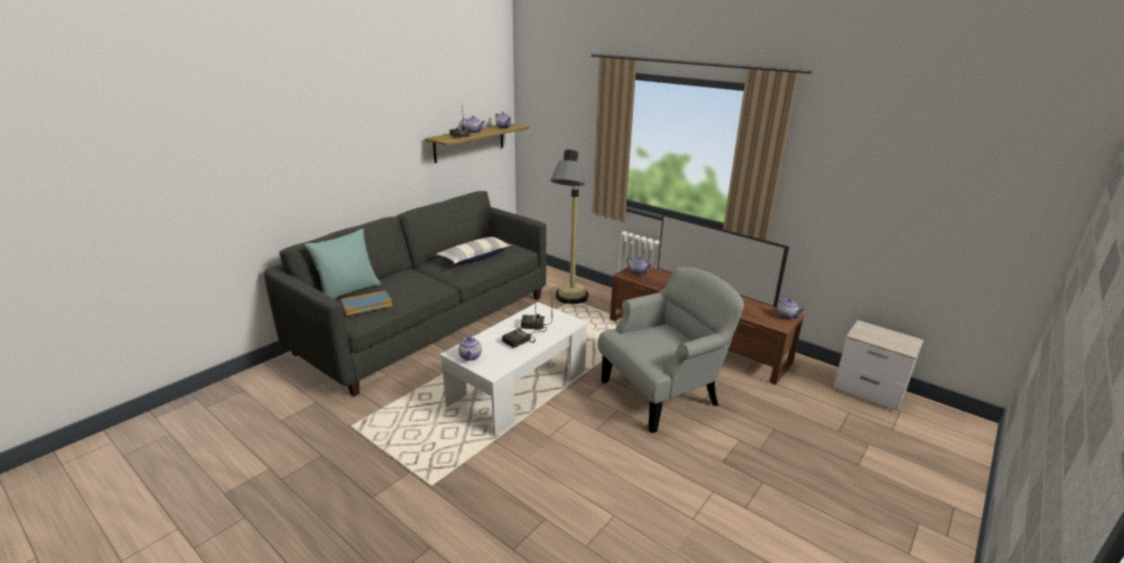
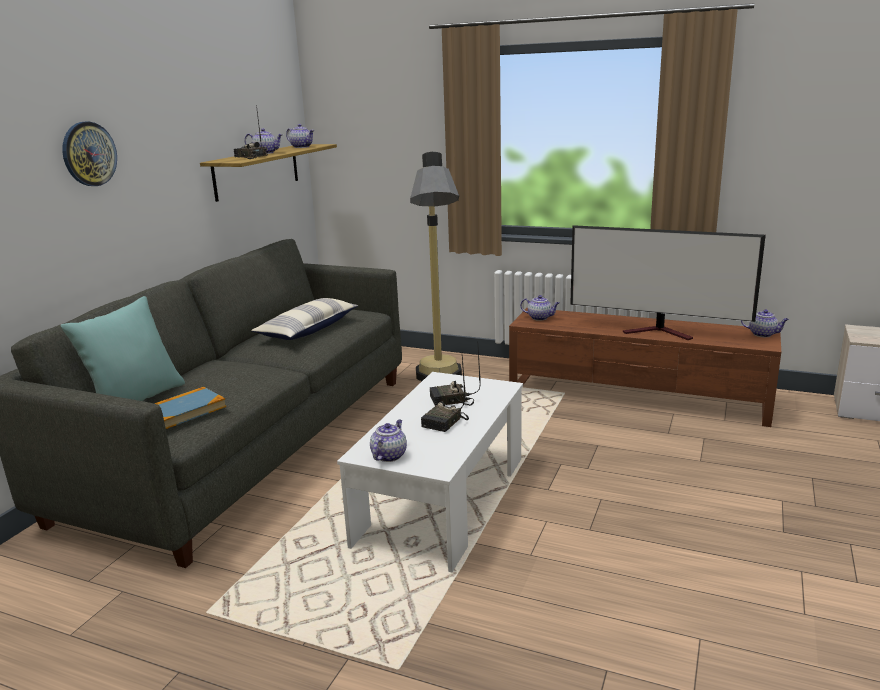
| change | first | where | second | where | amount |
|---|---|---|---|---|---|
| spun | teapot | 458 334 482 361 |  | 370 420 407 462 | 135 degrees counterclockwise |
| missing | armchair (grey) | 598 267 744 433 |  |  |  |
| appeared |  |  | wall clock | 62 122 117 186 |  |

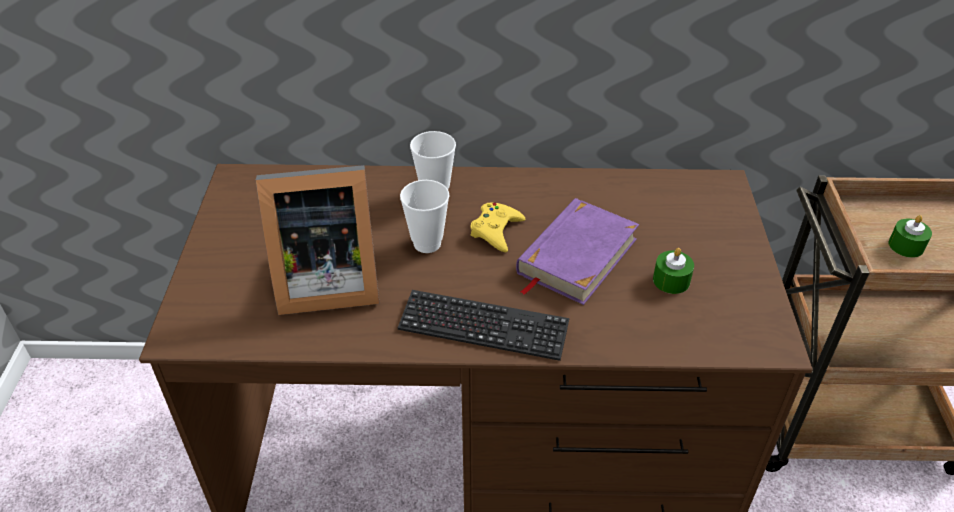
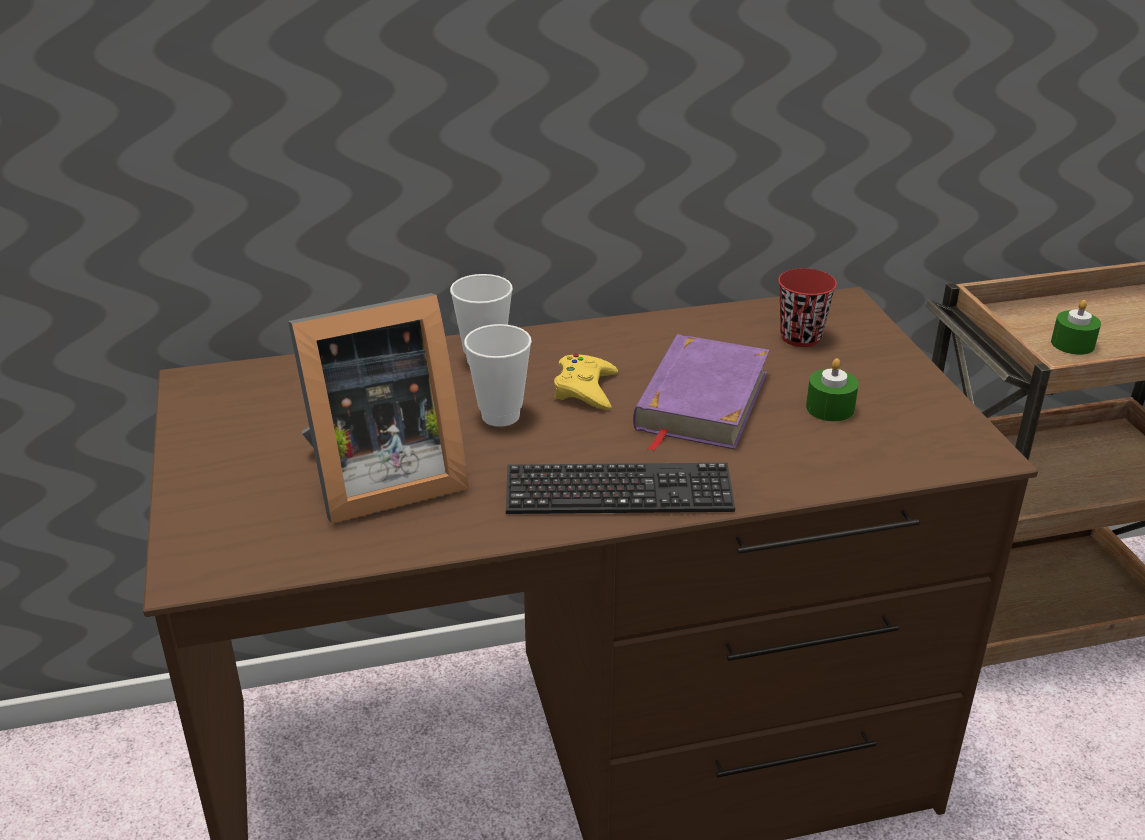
| change | first | where | second | where | amount |
|---|---|---|---|---|---|
| appeared |  |  | cup (red) | 778 268 837 347 |  |

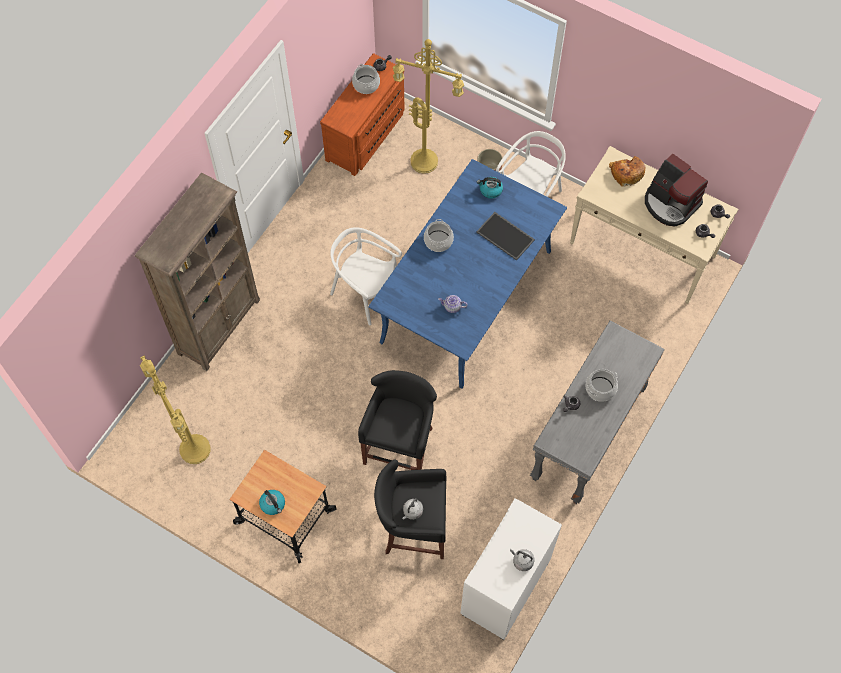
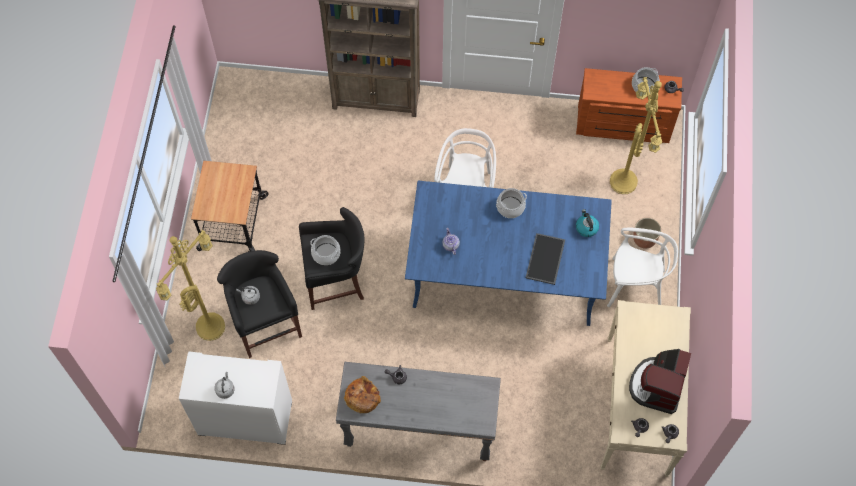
| change | first | where | second | where | amount |
|---|---|---|---|---|---|
| relocated | floor lamp (yellow) | 140 356 211 464 |  | 156 230 225 341 |  |
| missing | kettle | 259 490 285 515 |  |  |  |
| relocated | cooking pot | 586 369 618 402 |  | 310 235 341 265 |  |
| relocated | bread | 609 156 646 187 |  | 344 376 381 414 |  |

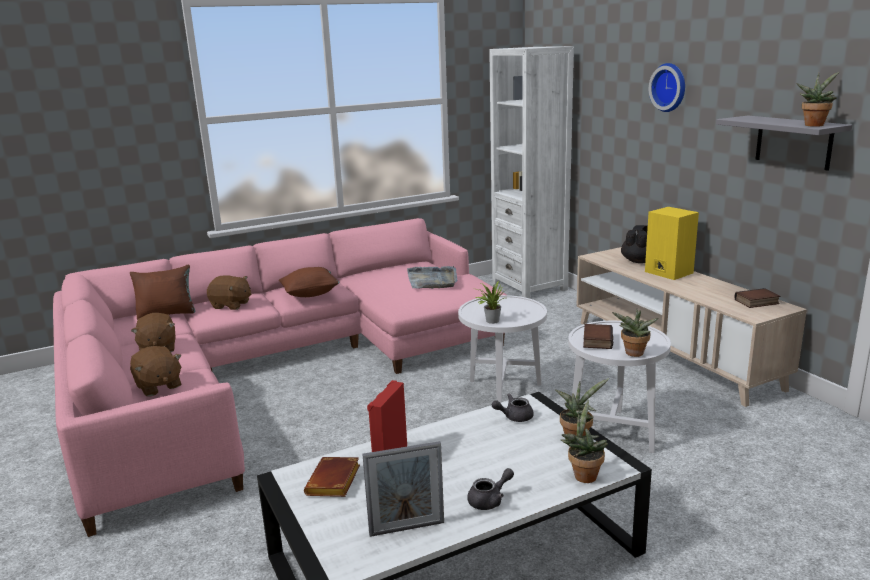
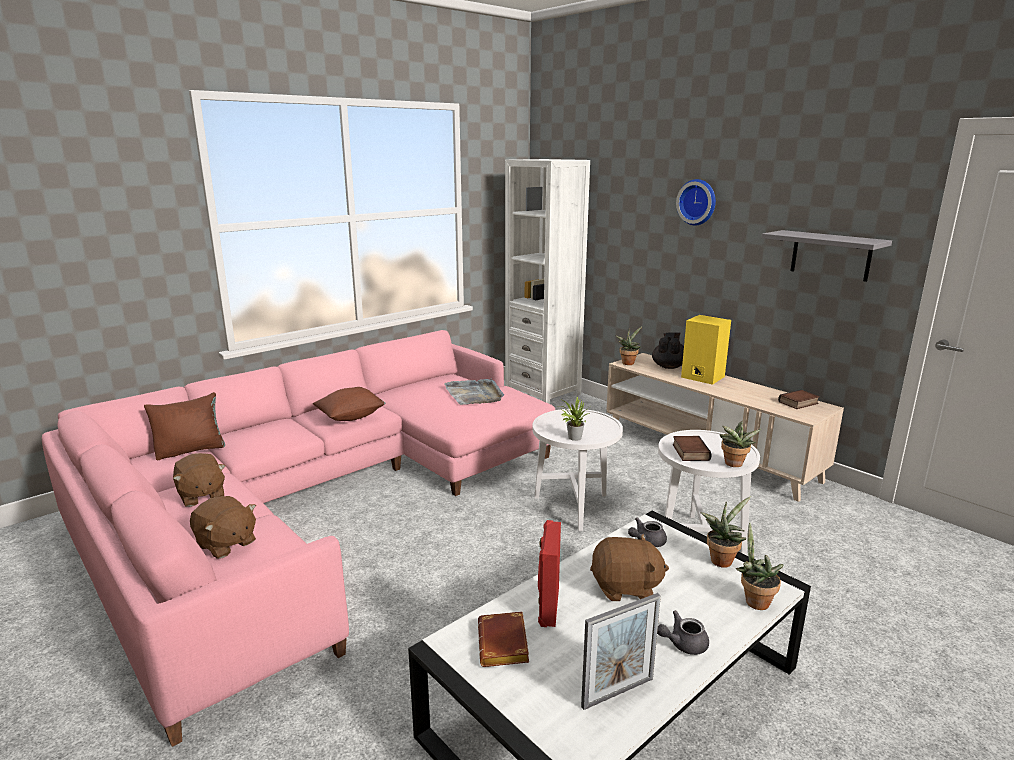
| change | first | where | second | where | amount |
|---|---|---|---|---|---|
| relocated | plush toy (brown) | 207 275 252 310 |  | 590 534 669 601 |  |
| spun | teapot (grey) | 467 468 514 510 |  | 657 610 709 655 | 150 degrees counterclockwise |
| relocated | potted plant | 796 72 839 127 |  | 615 327 642 365 |  |

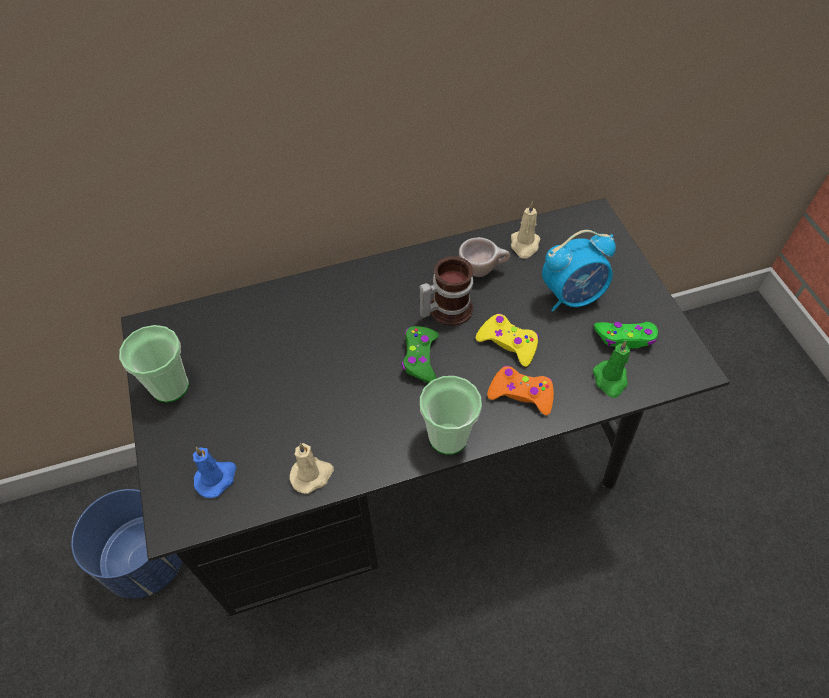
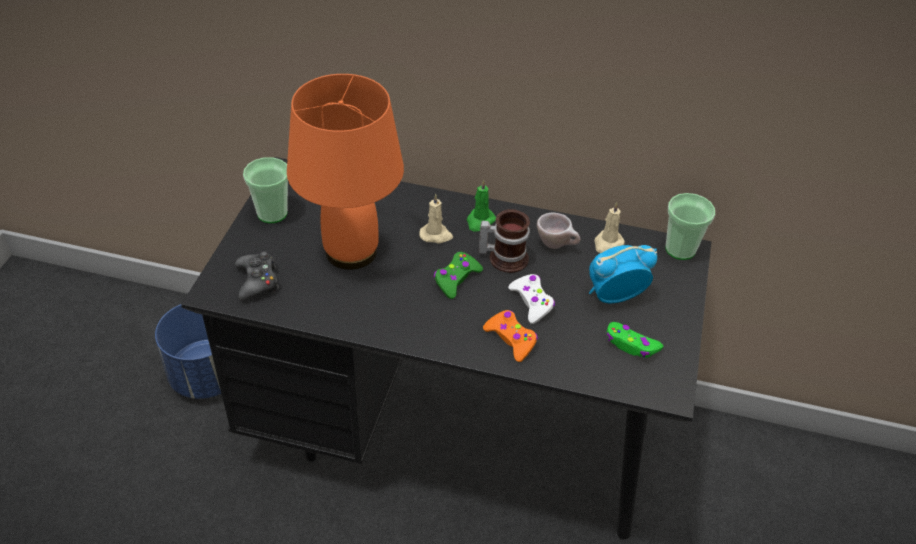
| change | first | where | second | where | amount |
|---|---|---|---|---|---|
| exchanged | candle (blue) | 193 447 236 498 | game controller (black) | 235 251 279 301 |  |
| relocated | candle (beige) | 289 443 334 494 |  | 419 194 453 244 |  |
| relocated | cup | 420 376 482 455 |  | 665 193 715 260 |  |
| colour | game controller (yellow) | 476 313 539 367 | game controller (white) | 508 274 555 324 |  |
| spun | alarm clock | 542 230 616 311 |  | 589 245 657 303 | 150 degrees clockwise |
| relocated | candle (green) | 593 340 630 398 |  | 467 179 496 232 |  |
| appeared |  |  | table lamp (orange) | 287 74 404 270 |  |

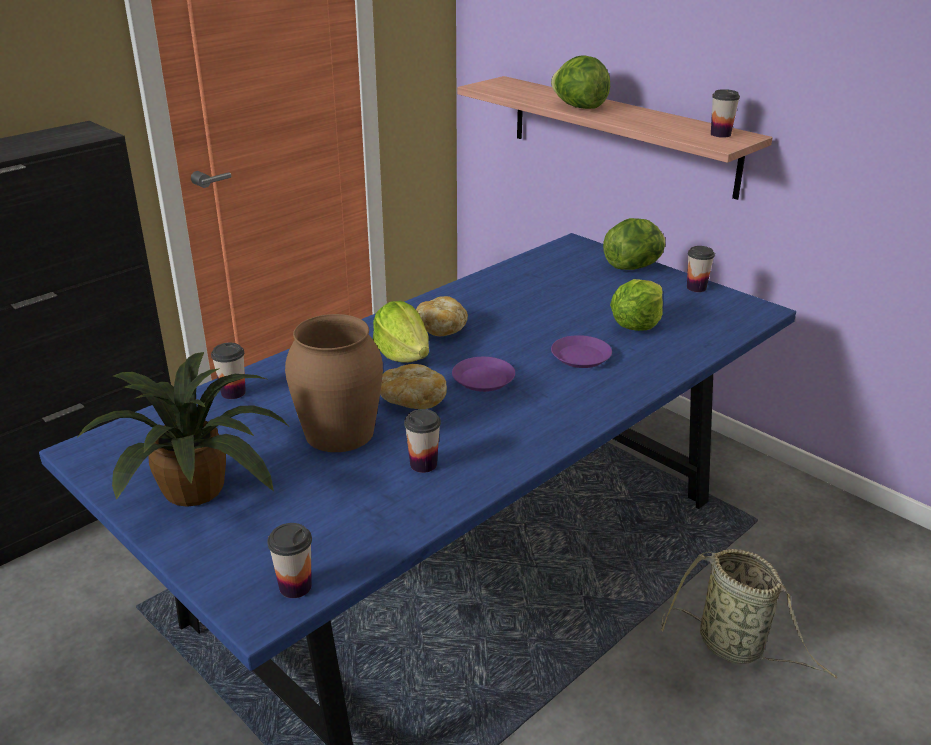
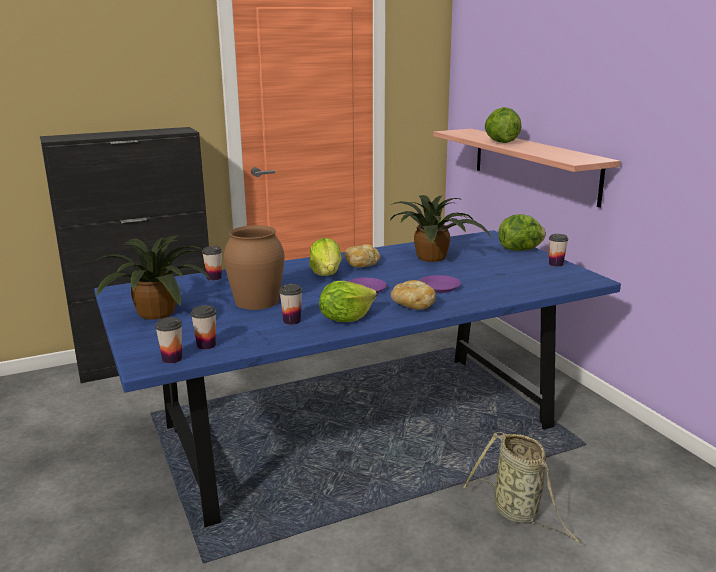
| change | first | where | second | where | amount |
|---|---|---|---|---|---|
| relocated | bread | 380 364 447 409 |  | 391 280 436 310 |  |
| relocated | lettuce | 610 279 663 331 |  | 319 281 377 322 |  |
| relocated | cup | 711 89 740 138 |  | 191 305 216 350 |  |
| appeared |  |  | potted plant | 390 195 492 262 |  |

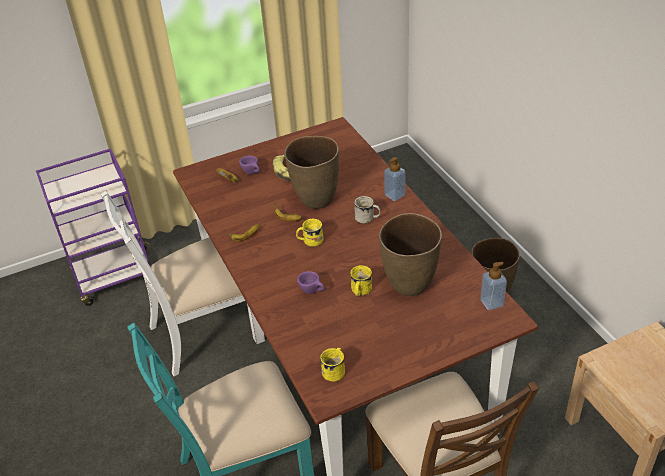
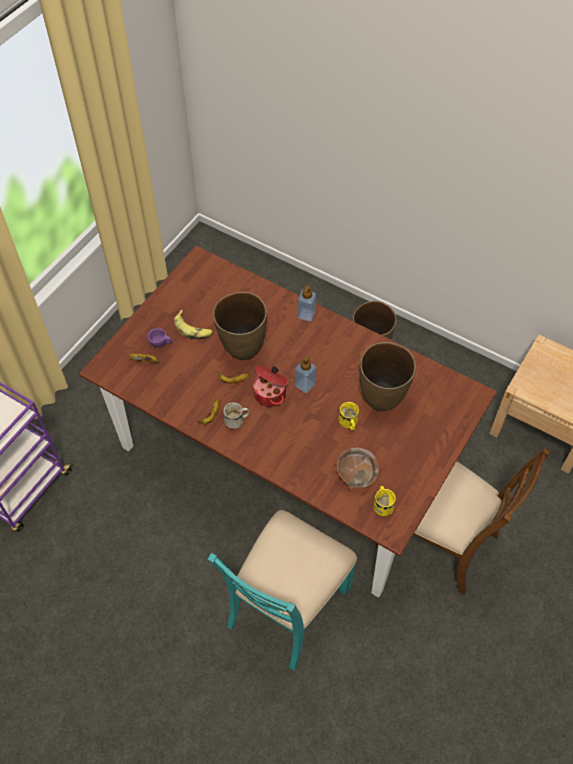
| change | first | where | second | where | amount |
|---|---|---|---|---|---|
| missing | chair (white) | 100 191 265 376 |  |  |  |
| exchanged | mug (yellow) | 296 219 323 247 | cooking pot | 253 365 288 407 |  |
| missing | cup (purple) | 297 271 325 294 |  |  |  |
| relocated | mug (white) | 354 196 381 223 |  | 223 402 250 429 |  |
| relocated | soap dispenser | 480 262 507 310 |  | 295 354 316 393 |  |
| appeared |  |  | bowl (brown) | 336 448 379 489 |  |

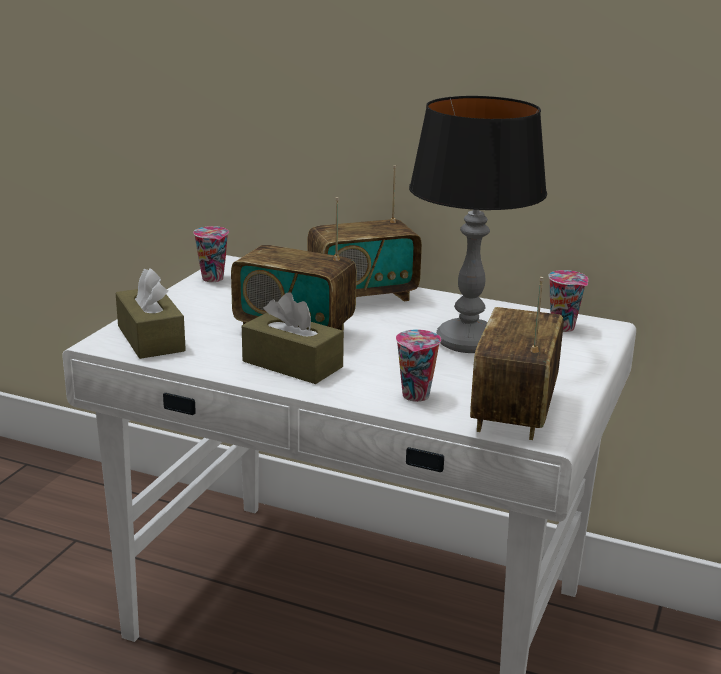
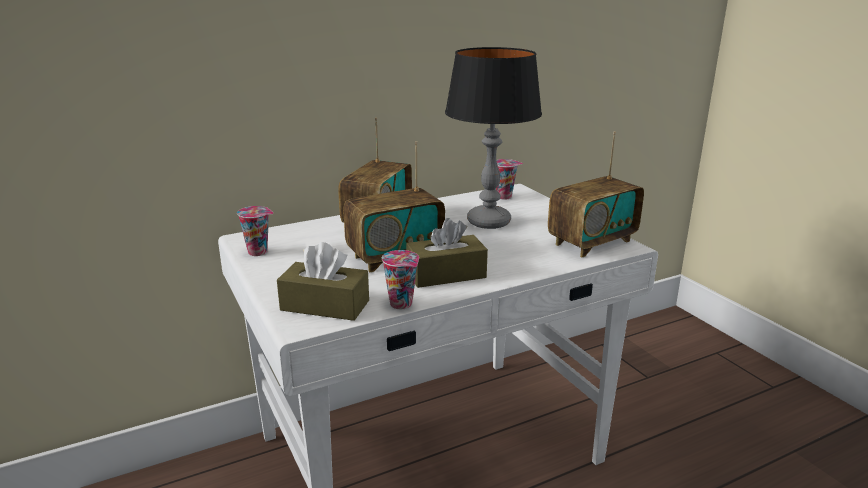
| change | first | where | second | where | amount |
|---|---|---|---|---|---|
| relocated | cup | 396 329 441 402 |  | 382 250 419 309 |  |
| spun | radio | 470 277 564 440 |  | 548 132 644 257 | 90 degrees counterclockwise |

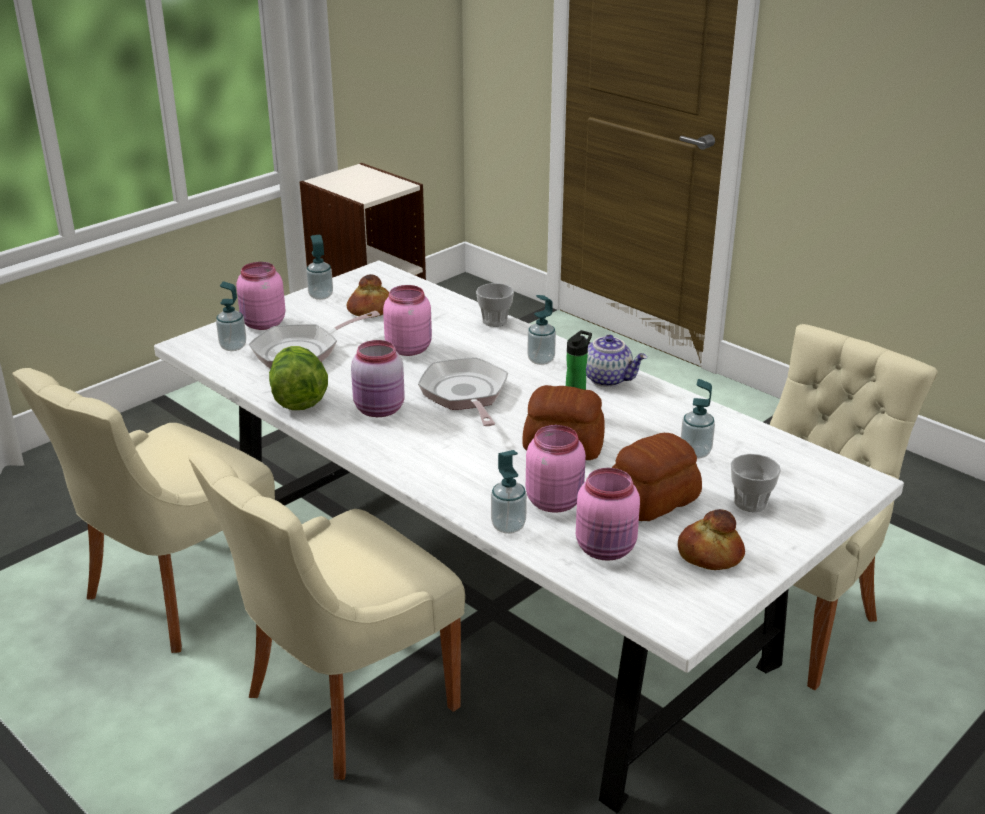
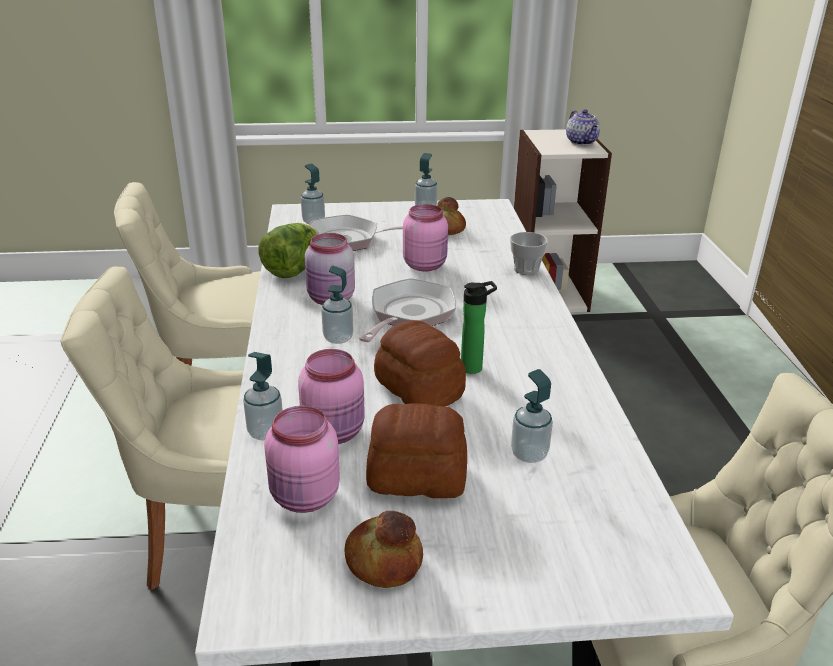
| change | first | where | second | where | amount |
|---|---|---|---|---|---|
| missing | jar (pink) | 236 262 285 330 |  |  |  |
| relocated | soap dispenser | 527 295 556 365 |  | 321 266 353 344 |  |
| relocated | teapot | 580 335 647 387 |  | 566 109 600 146 |  |
| missing | cup | 731 454 781 512 |  |  |  |

